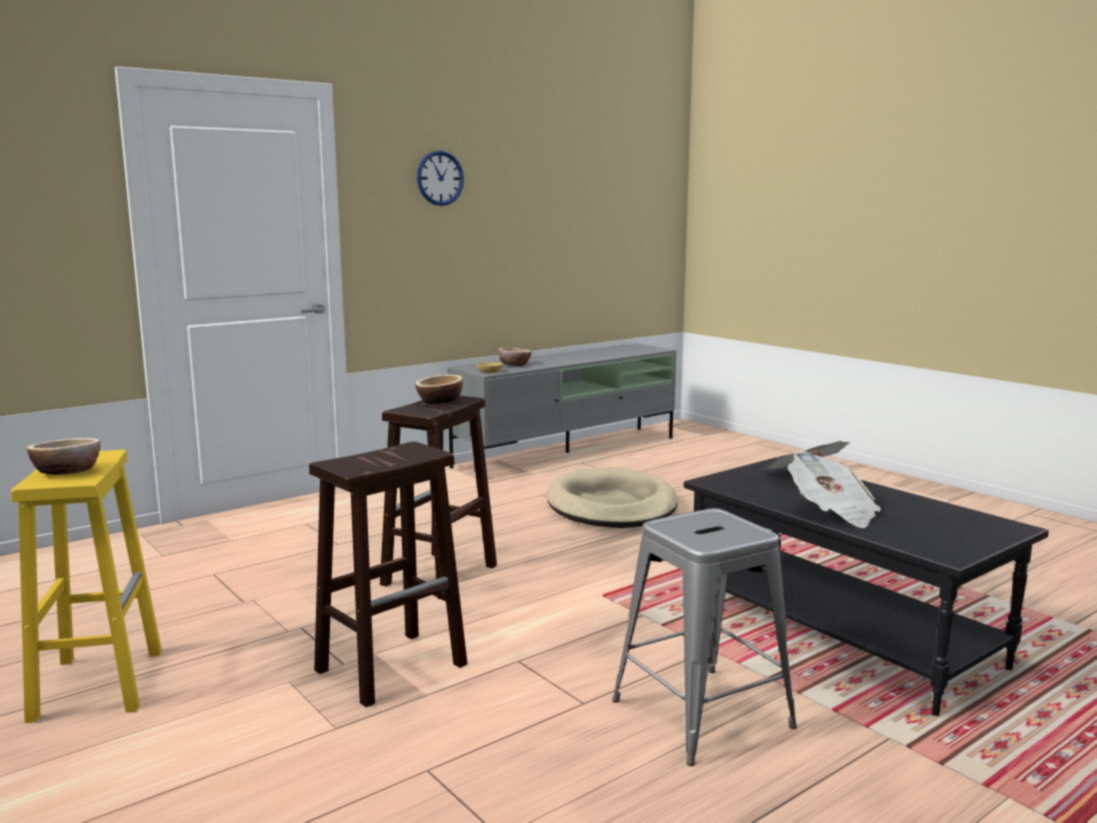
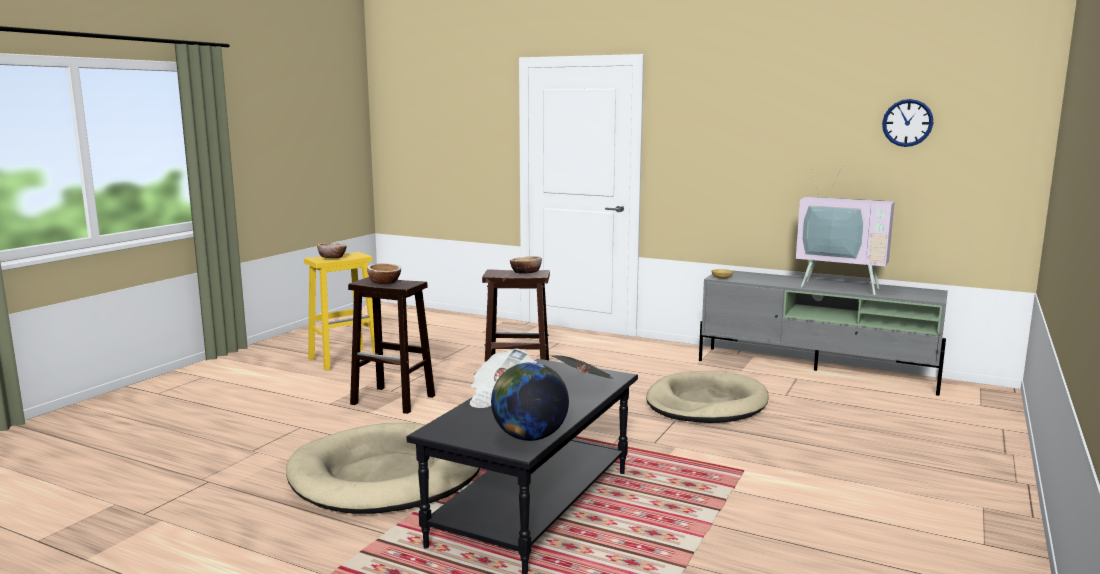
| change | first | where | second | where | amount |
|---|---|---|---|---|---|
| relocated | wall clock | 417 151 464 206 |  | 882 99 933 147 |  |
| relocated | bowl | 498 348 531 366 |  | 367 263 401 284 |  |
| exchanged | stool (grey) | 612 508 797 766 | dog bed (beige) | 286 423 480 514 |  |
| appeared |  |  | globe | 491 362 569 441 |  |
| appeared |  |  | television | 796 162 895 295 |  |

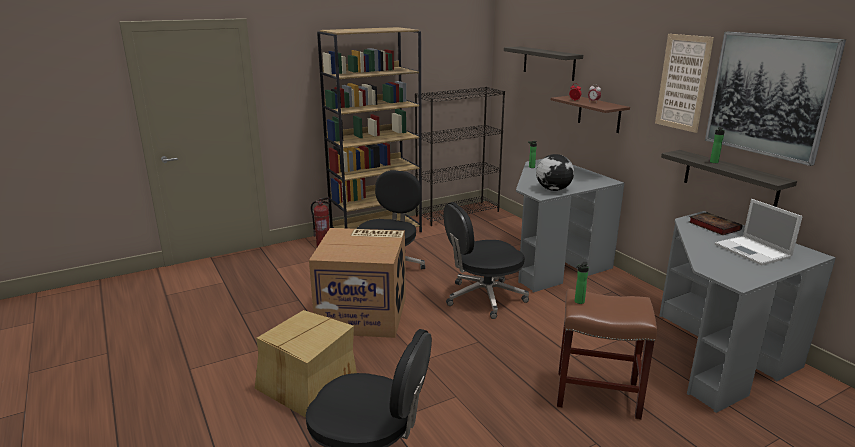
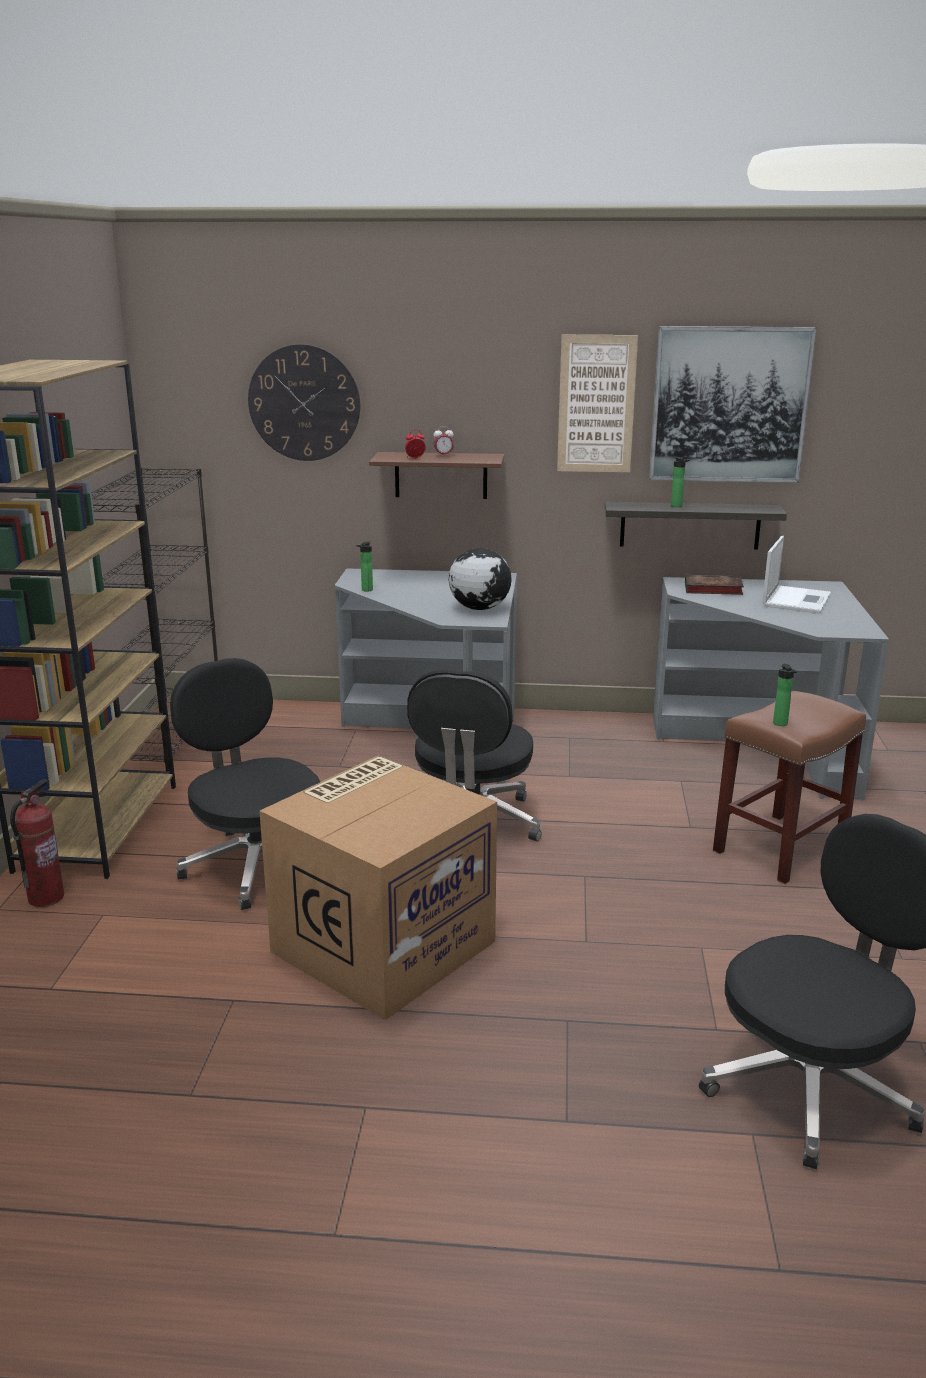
| change | first | where | second | where | amount |
|---|---|---|---|---|---|
| missing | cardboard box | 255 310 357 418 |  |  |  |
| exchanged | shelf | 504 47 583 81 | wall clock | 248 344 360 461 |  |
| spun | laptop | 715 199 803 265 |  | 762 536 831 613 | 75 degrees counterclockwise |

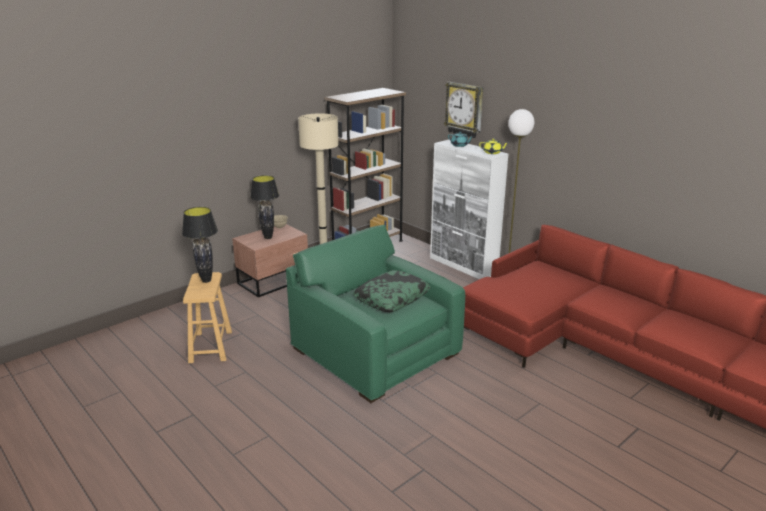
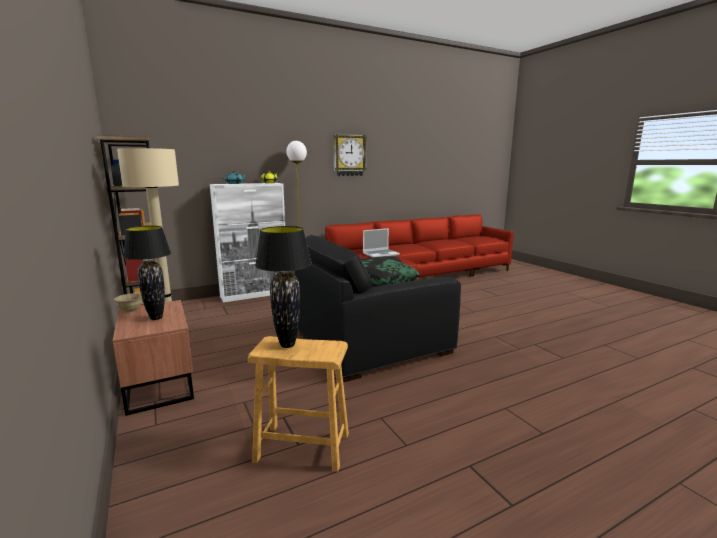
| change | first | where | second | where | amount |
|---|---|---|---|---|---|
| colour | armchair (green) | 286 225 465 403 | armchair (black) | 295 235 461 382 |  |
| relocated | wall clock | 444 82 483 138 |  | 333 134 367 176 |  |
| appeared |  |  | laptop | 363 228 400 257 |  |

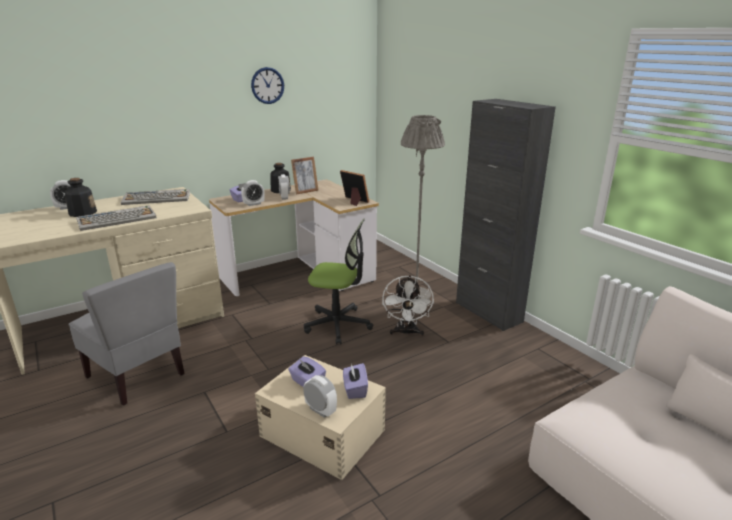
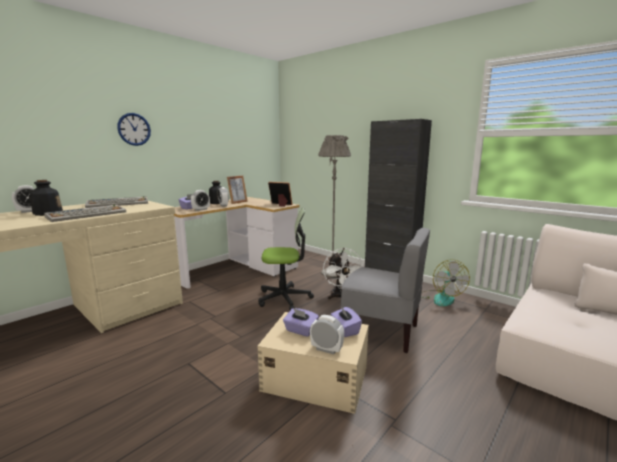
| change | first | where | second | where | amount |
|---|---|---|---|---|---|
| relocated | chair (grey) | 68 262 185 405 |  | 341 228 430 353 |  |
| relocated | wall clock | 251 67 284 104 |  | 117 113 151 146 |  |
| appeared |  |  | fan | 421 260 470 306 |  |

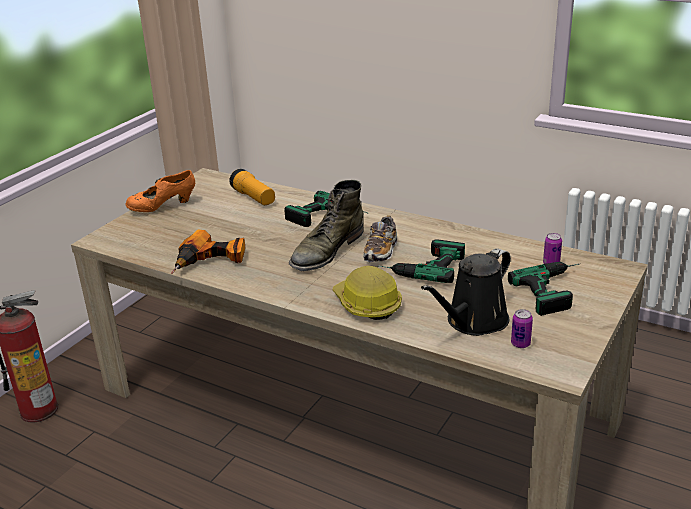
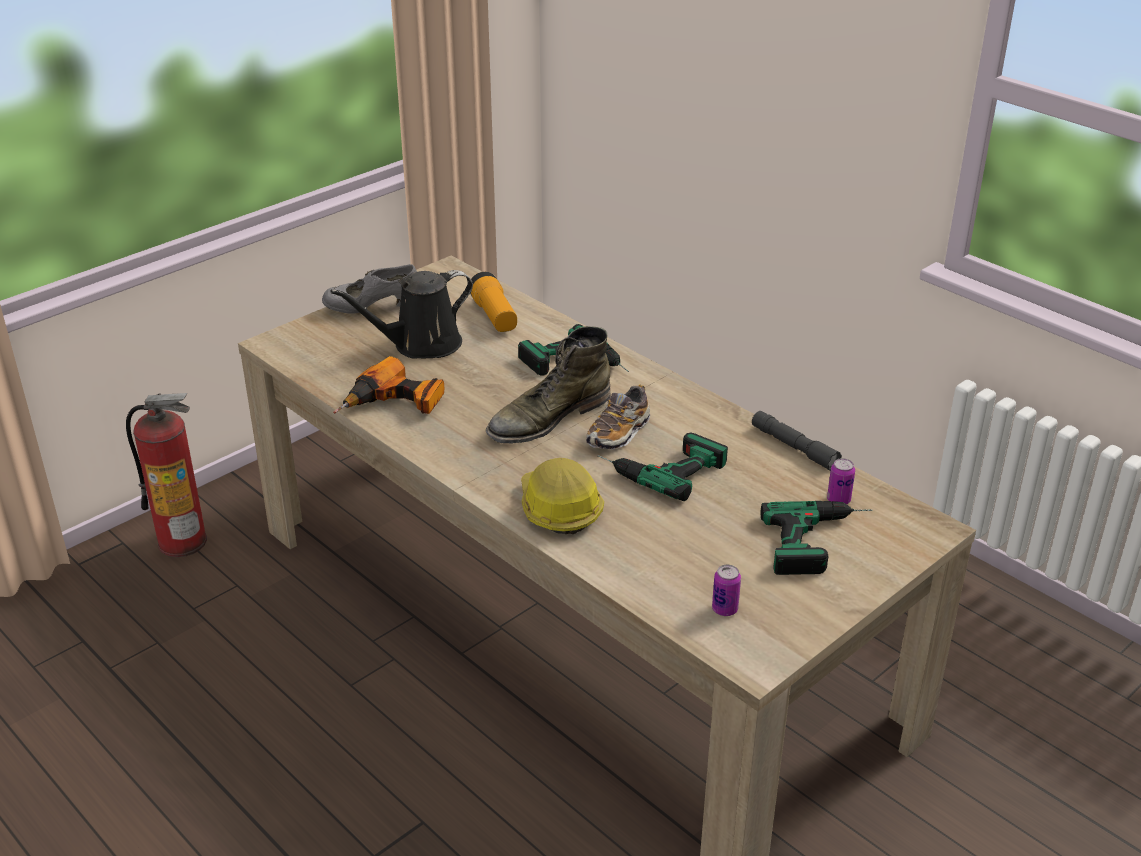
| change | first | where | second | where | amount |
|---|---|---|---|---|---|
| colour | shoe (orange) | 126 170 195 212 | shoe (grey) | 322 264 417 313 |  |
| relocated | watering can (black) | 421 249 511 336 |  | 331 270 473 358 |  |
| appeared |  |  | flashlight (grey) | 752 411 842 471 |  |

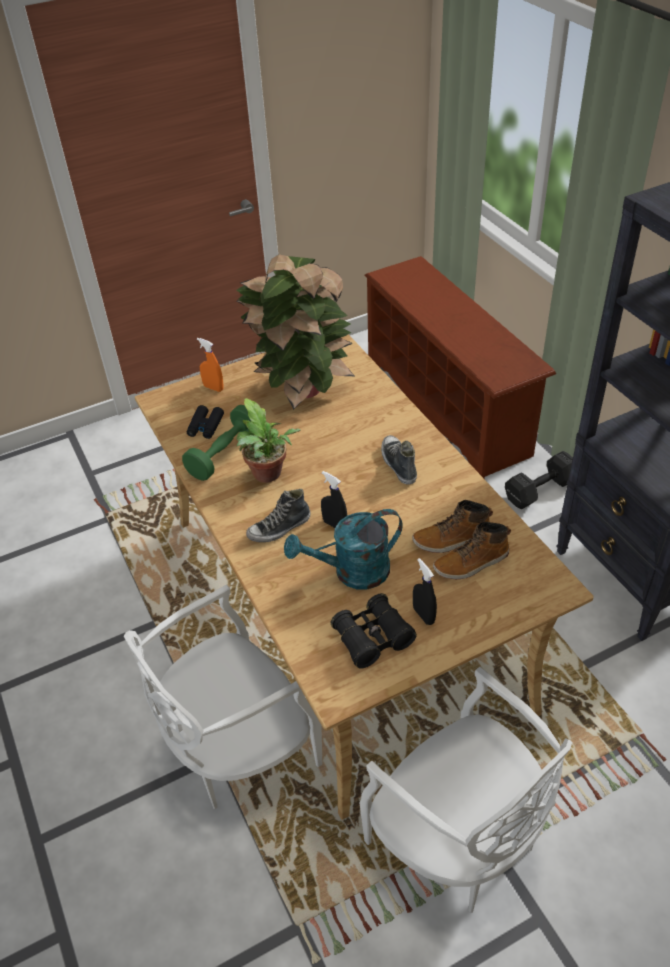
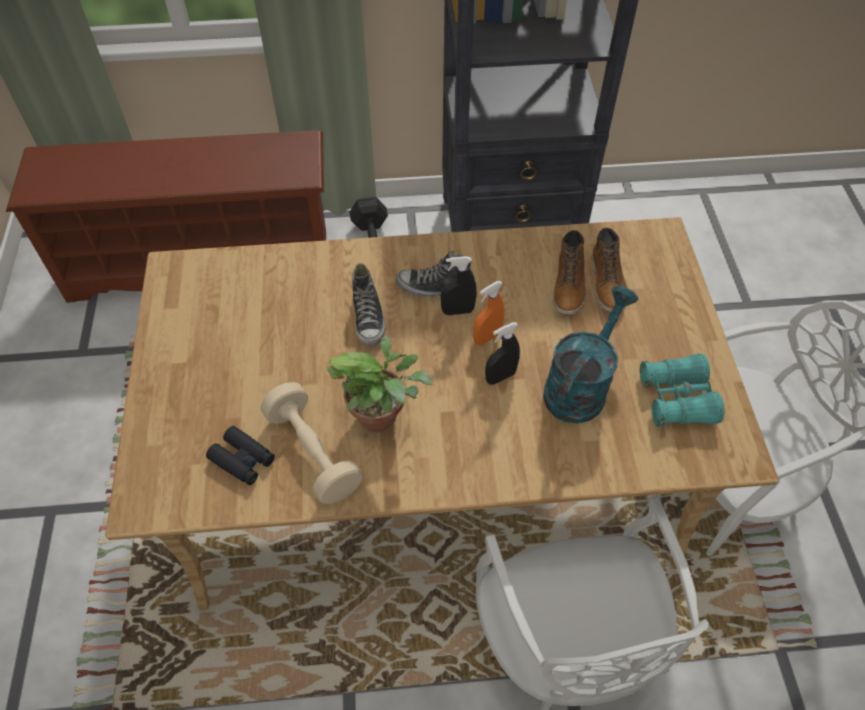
| change | first | where | second | where | amount |
|---|---|---|---|---|---|
| colour | dumbbell (green) | 182 405 252 481 | dumbbell (beige) | 261 382 363 504 |  |
| relocated | spray bottle (orange) | 197 338 223 392 |  | 473 281 504 345 |  |
| missing | potted plant | 237 254 354 409 |  |  |  |
| relocated | shoe | 246 489 310 542 |  | 352 263 385 346 |  |
| spun | watering can (turquoise) | 284 509 403 589 |  | 543 286 638 424 | 150 degrees counterclockwise |
| colour | binoculars (black) | 331 593 417 669 | binoculars (turquoise) | 640 354 725 427 |  |
| relocated | spray bottle (black) | 413 558 437 625 |  | 441 256 477 315 |  |

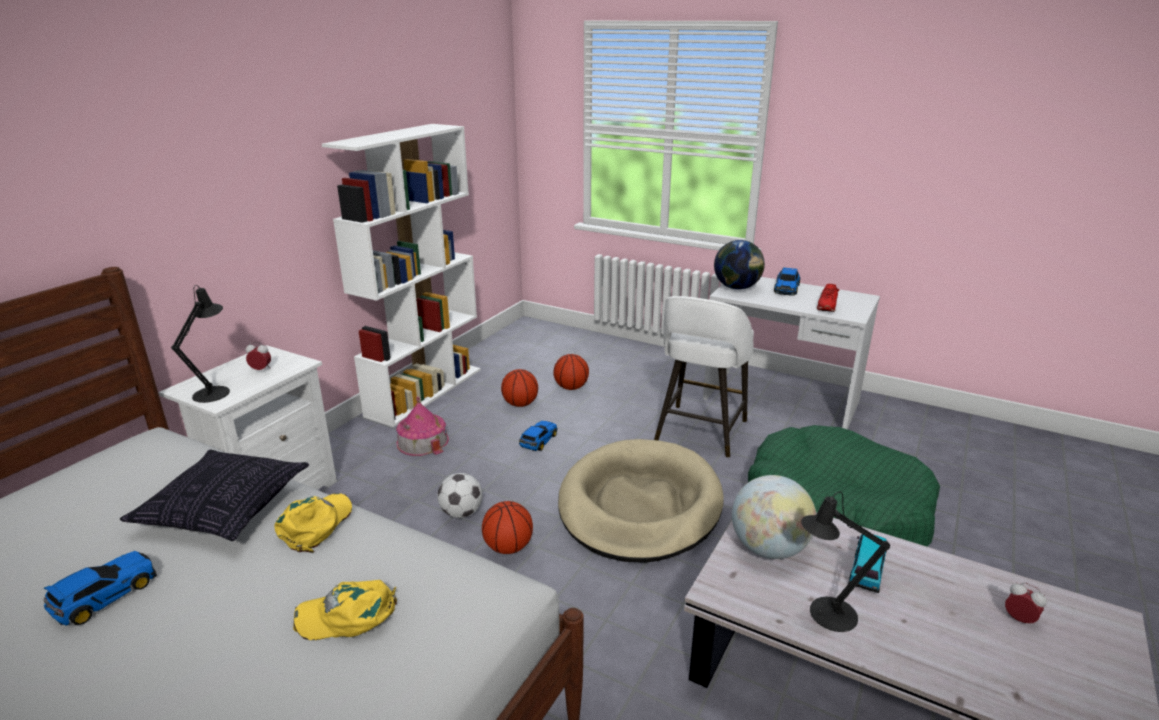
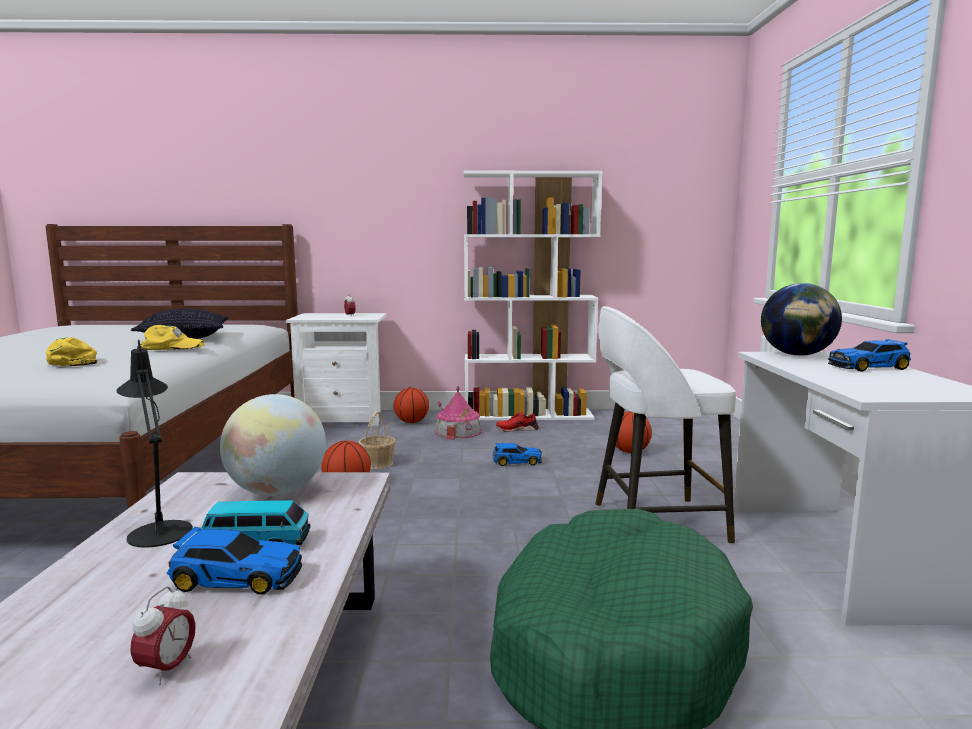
| change | first | where | second | where | amount |
|---|---|---|---|---|---|
| relocated | toy car | 43 551 157 626 |  | 167 526 302 595 |  |
| missing | table lamp (black) | 171 285 230 403 |  |  |  |
| exchanged | football | 438 473 483 518 | basket | 358 411 396 469 |  |
| relocated | basketball | 501 369 538 407 |  | 394 387 429 423 |  |
| missing | dog bed (beige) | 558 439 724 563 |  |  |  |
| relocated | shoe (red) | 817 284 839 312 |  | 496 412 539 432 |  |

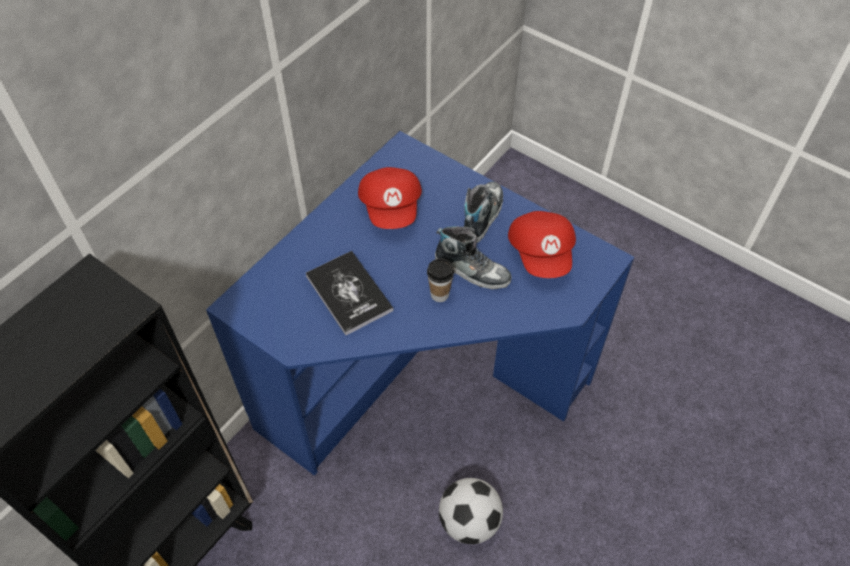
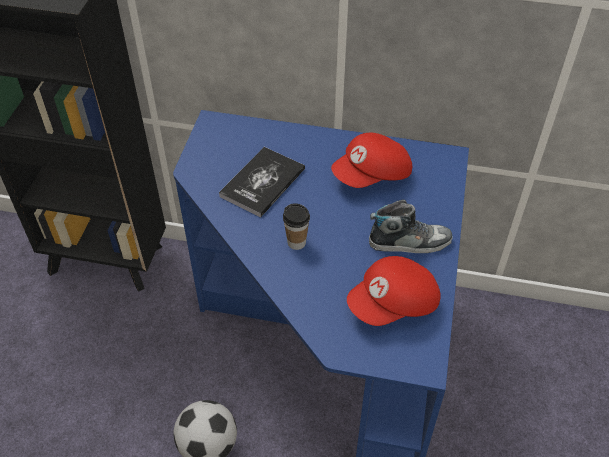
| change | first | where | second | where | amount |
|---|---|---|---|---|---|
| missing | shoe | 435 226 512 290 |  |  |  |

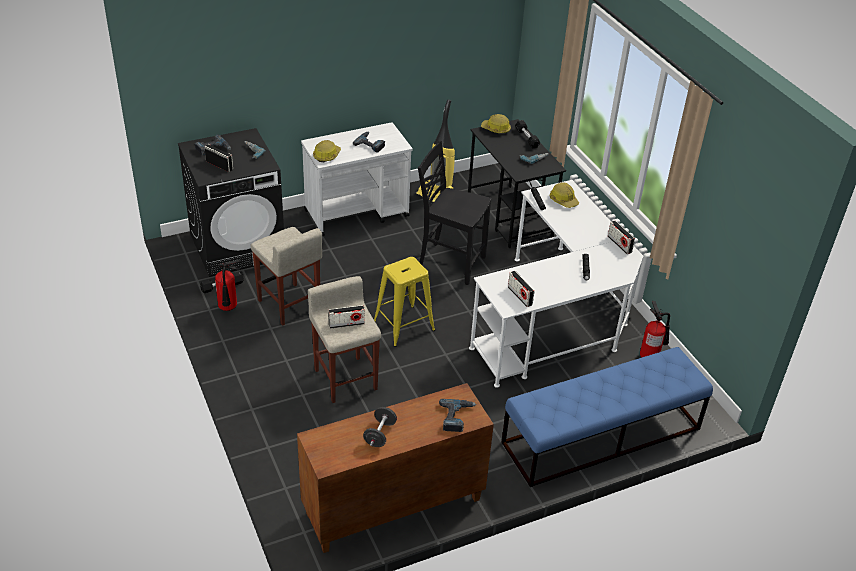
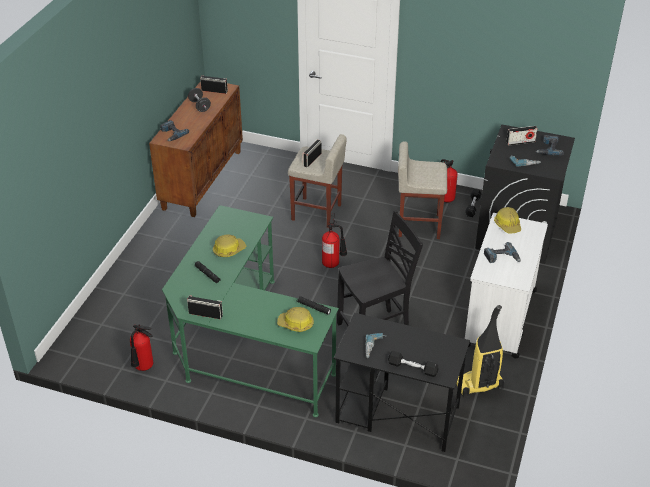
| change | first | where | second | where | amount |
|---|---|---|---|---|---|
| exchanged | stool (yellow) | 374 257 435 347 | fire extinguisher | 322 213 347 268 |  |
| colour | desk (white) | 469 180 644 388 | desk (green) | 162 205 339 417 |  |
| relocated | hard hat | 481 114 511 133 |  | 213 234 246 257 |  |
| missing | bench (blue) | 501 347 713 487 |  |  |  |
| relocated | radio | 508 271 534 307 |  | 200 75 228 94 |  |

